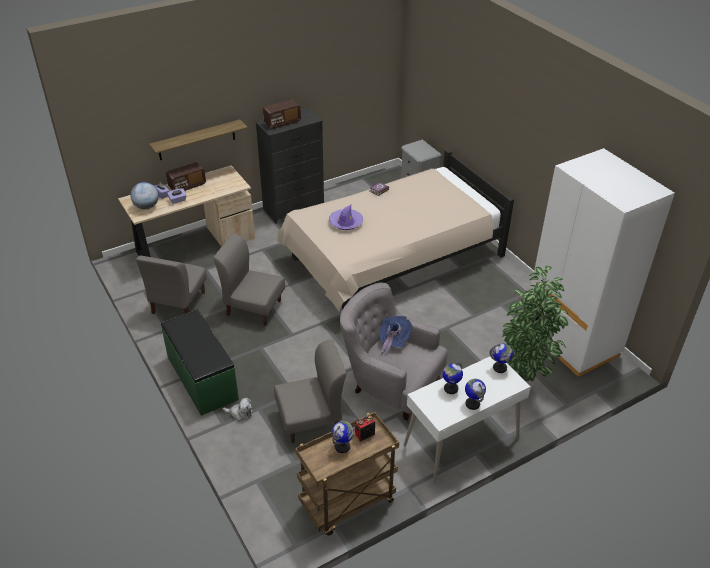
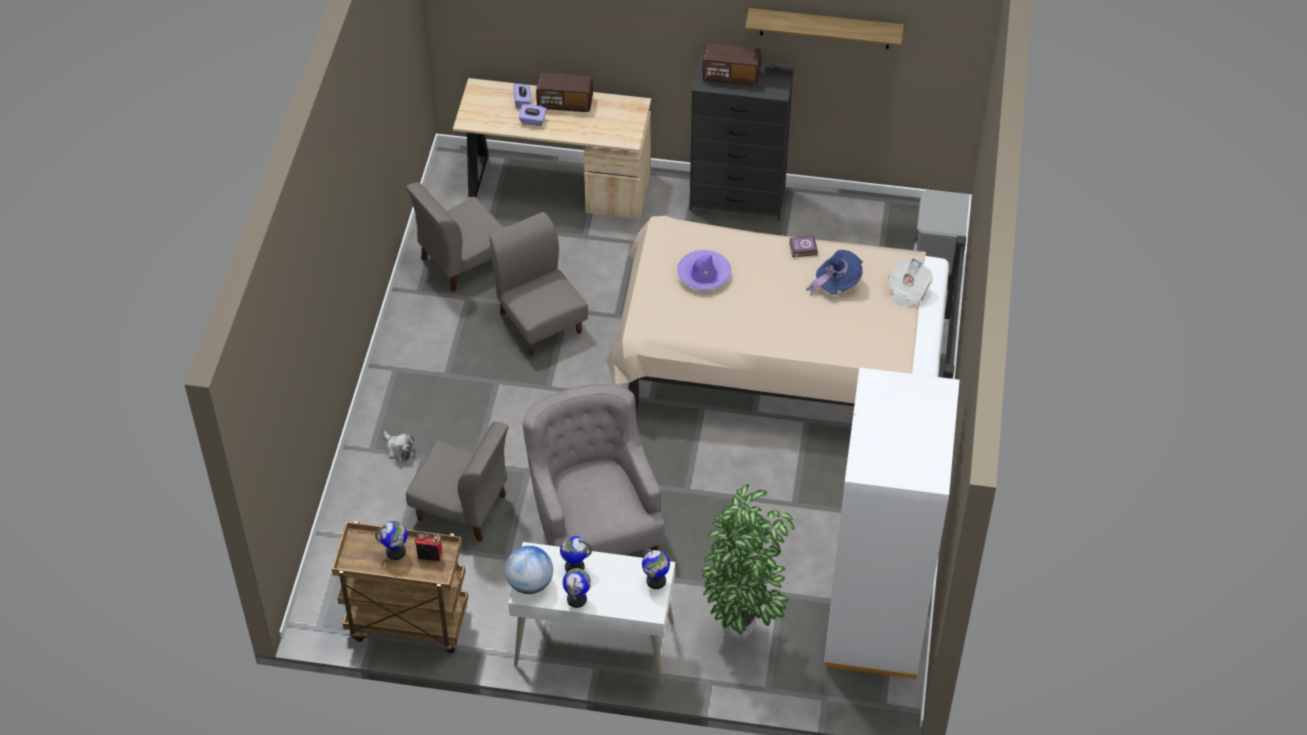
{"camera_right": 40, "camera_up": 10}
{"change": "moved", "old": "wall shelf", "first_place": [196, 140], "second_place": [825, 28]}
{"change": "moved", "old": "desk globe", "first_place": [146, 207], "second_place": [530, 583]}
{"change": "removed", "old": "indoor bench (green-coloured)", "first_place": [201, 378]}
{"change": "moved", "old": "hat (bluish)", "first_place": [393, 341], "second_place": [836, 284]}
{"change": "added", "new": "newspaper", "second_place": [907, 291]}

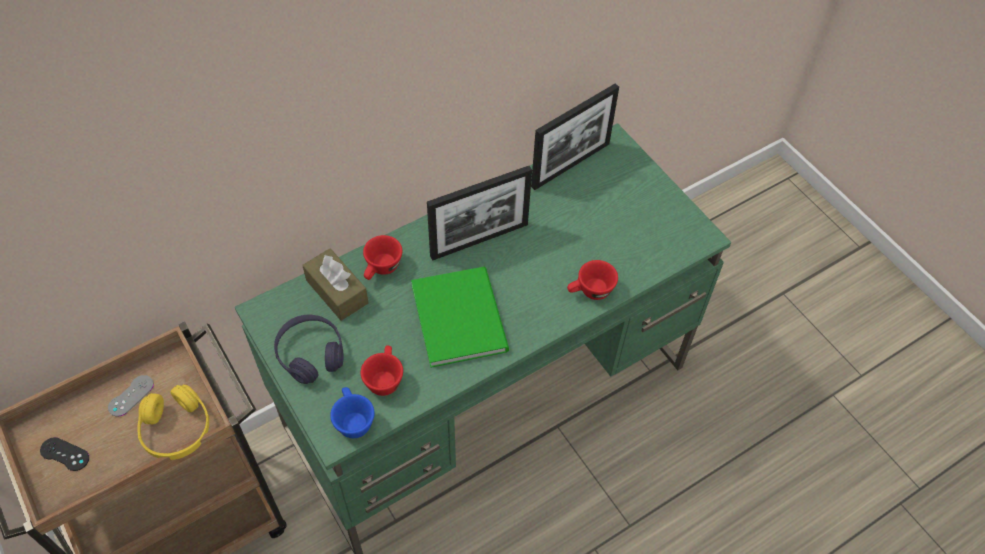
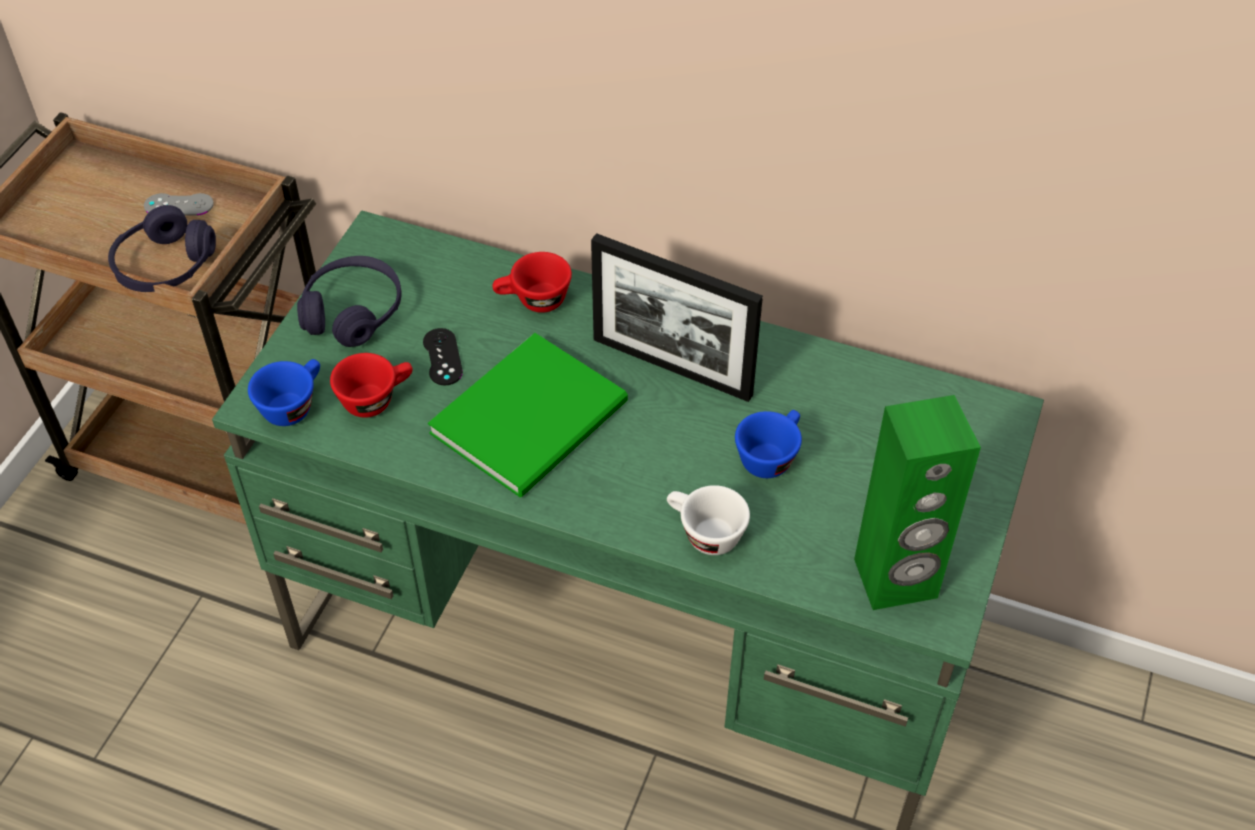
{"camera_right": 55, "camera_up": -5}
{"change": "removed", "old": "standing frame", "first_place": [570, 165]}
{"change": "removed", "old": "tissue box (brownish)", "first_place": [337, 291]}
{"change": "recoloured", "old": "small cup (red-coloured)", "new": "small cup (white-coloured)", "first_place": [590, 291], "second_place": [704, 533]}
{"change": "recoloured", "old": "pair of headphones (yellow-coloured)", "new": "pair of headphones (purplish)", "first_place": [176, 429], "second_place": [165, 266]}
{"change": "moved", "old": "game controller (blackish)", "first_place": [65, 454], "second_place": [442, 357]}
{"change": "added", "new": "audio speaker (green-coloured)", "second_place": [896, 579]}
{"change": "added", "new": "small cup (bluish)", "second_place": [770, 455]}

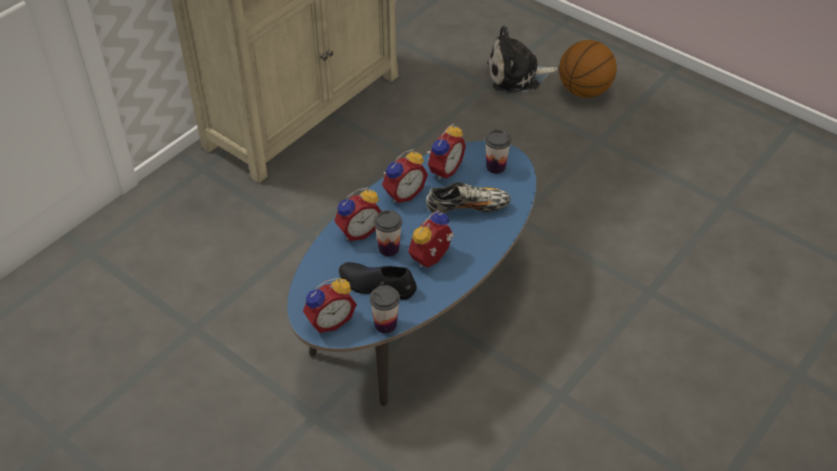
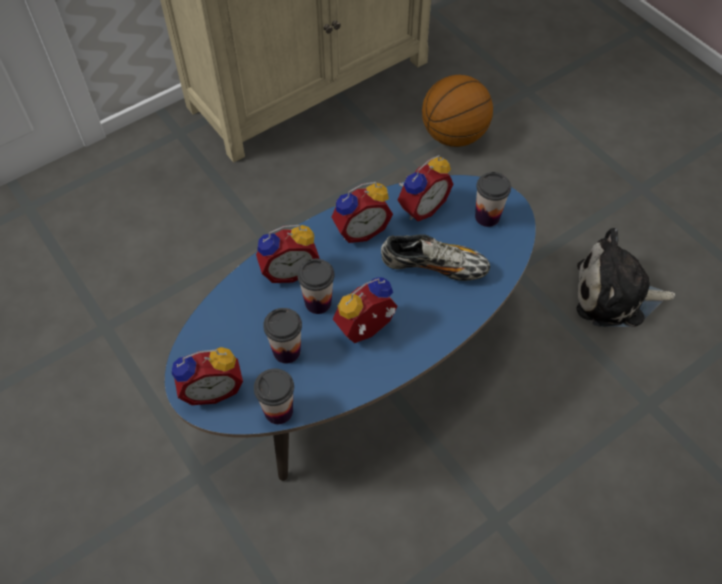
{"camera_right": 15, "camera_up": 10}
{"change": "moved", "old": "plush toy", "first_place": [517, 76], "second_place": [615, 295]}
{"change": "moved", "old": "basketball", "first_place": [584, 91], "second_place": [454, 135]}
{"change": "replaced", "old": "item of footwear (blackish)", "new": "small cup", "first_place": [377, 285], "second_place": [286, 351]}

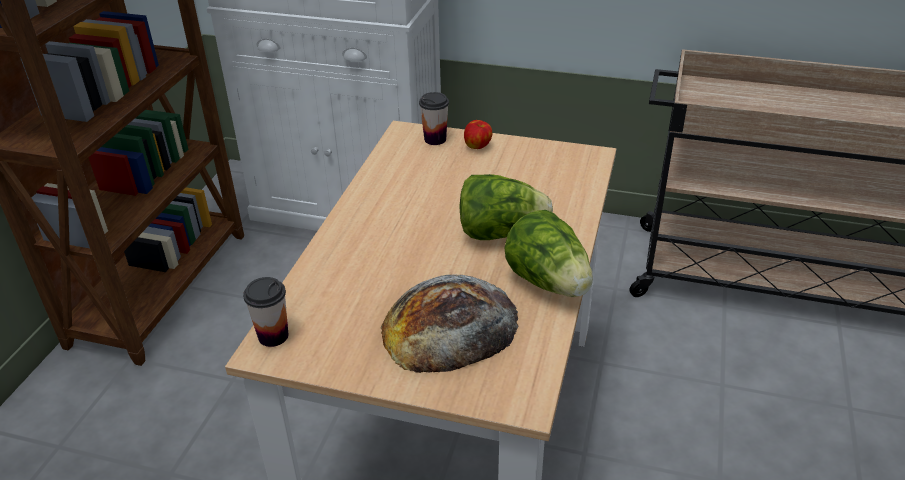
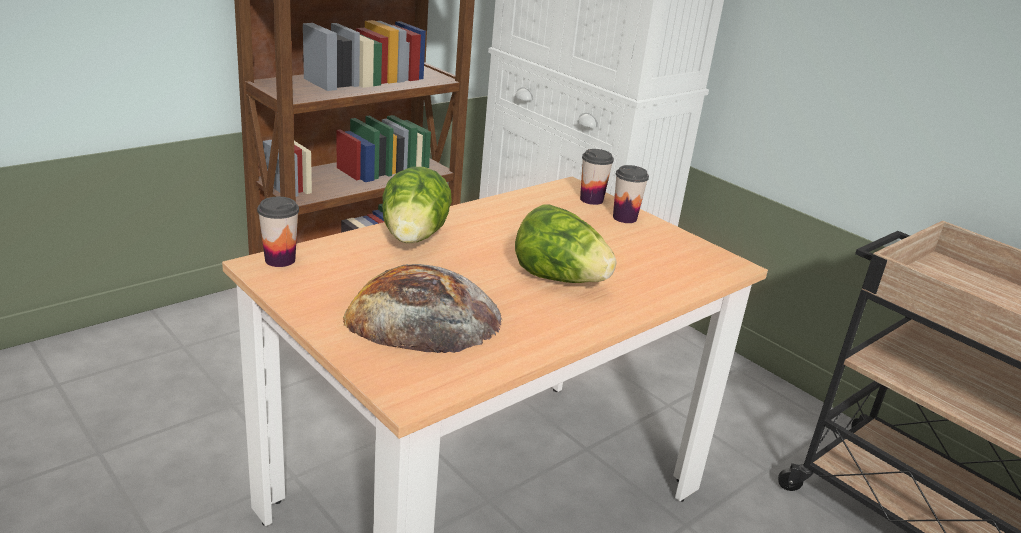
{"camera_right": 30, "camera_up": -10}
{"change": "replaced", "old": "whole apple", "new": "small cup", "first_place": [478, 146], "second_place": [624, 218]}
{"change": "moved", "old": "lettuce", "first_place": [549, 282], "second_place": [414, 238]}

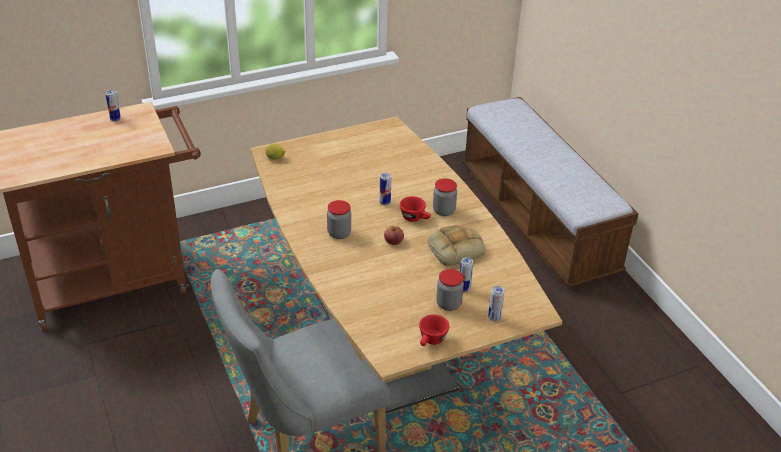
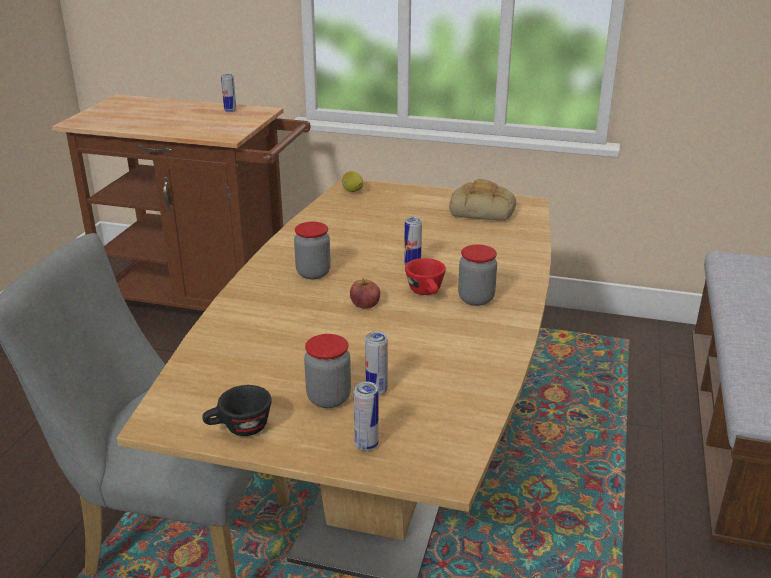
{"camera_right": 40, "camera_up": -10}
{"change": "moved", "old": "bread", "first_place": [456, 249], "second_place": [483, 210]}
{"change": "recoloured", "old": "small cup (red-coloured)", "new": "small cup (blackish)", "first_place": [431, 341], "second_place": [239, 429]}

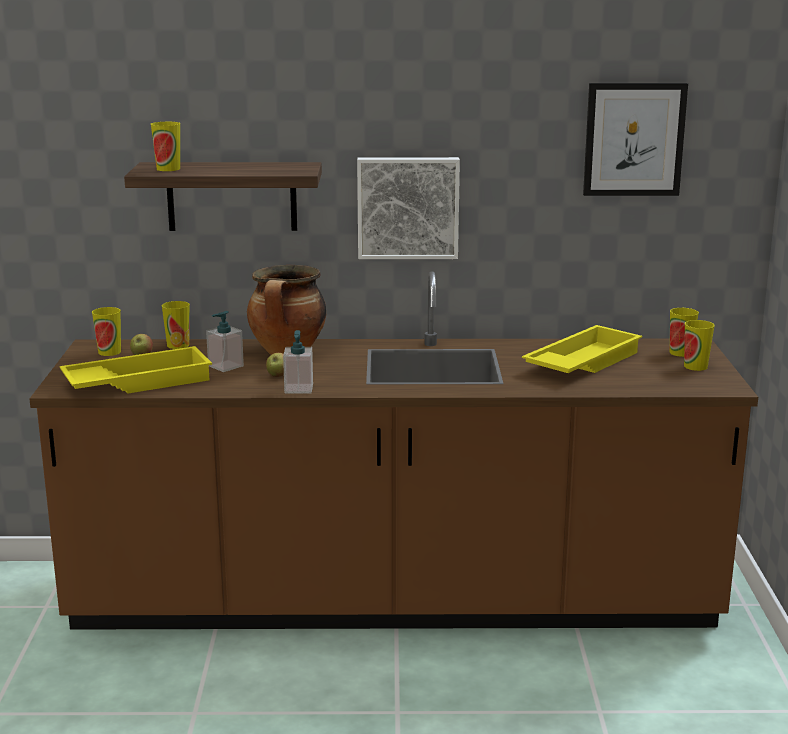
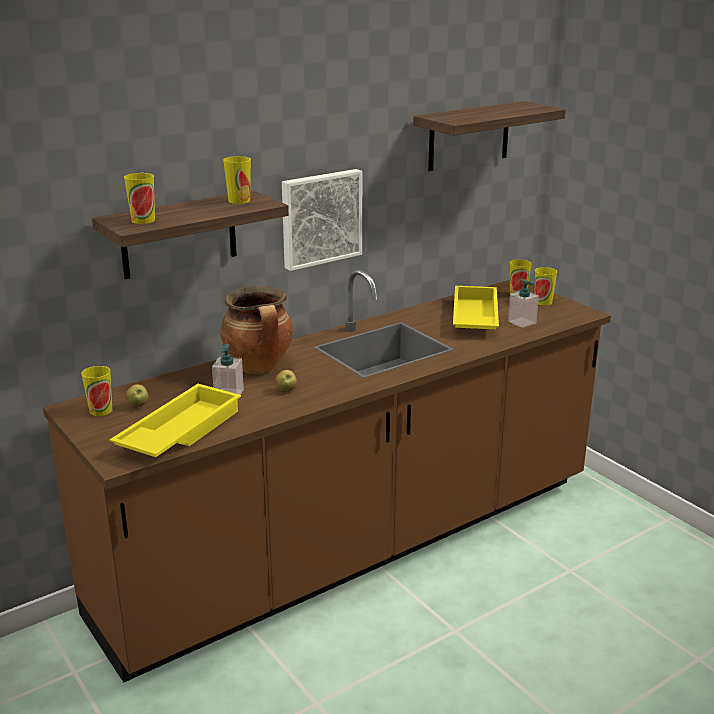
{"camera_right": -35, "camera_up": 5}
{"change": "replaced", "old": "wall art", "new": "wall shelf", "first_place": [634, 139], "second_place": [469, 136]}
{"change": "moved", "old": "small cup", "first_place": [178, 345], "second_place": [239, 200]}
{"change": "moved", "old": "soap bottle", "first_place": [298, 389], "second_place": [522, 322]}

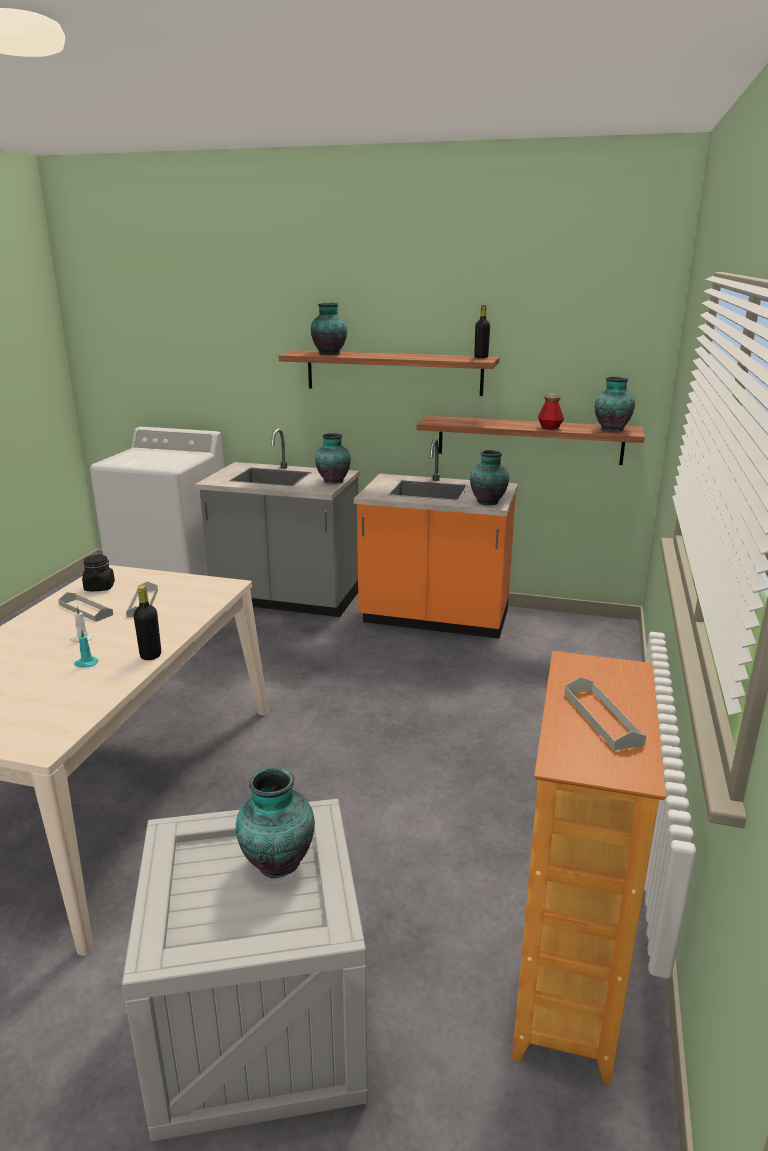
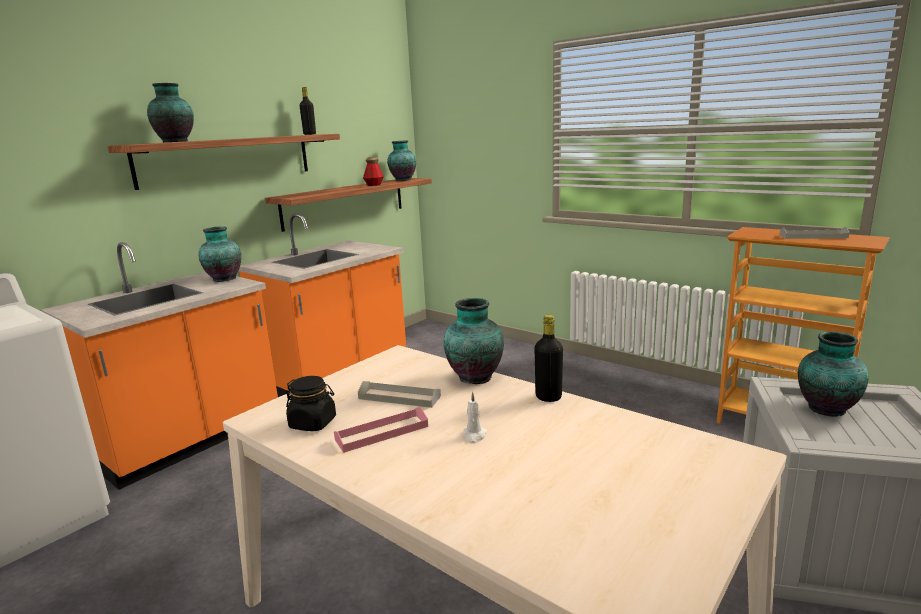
{"camera_right": -65, "camera_up": -5}
{"change": "recoloured", "old": "kitchen counter (gray)", "new": "kitchen counter (orange)", "first_place": [286, 600], "second_place": [189, 441]}
{"change": "moved", "old": "decorative vase", "first_place": [488, 502], "second_place": [474, 377]}
{"change": "recoloured", "old": "serving tray (gray)", "new": "serving tray (pink-coloured)", "first_place": [86, 610], "second_place": [382, 433]}
{"change": "removed", "old": "wax light (blue-green)", "first_place": [86, 663]}

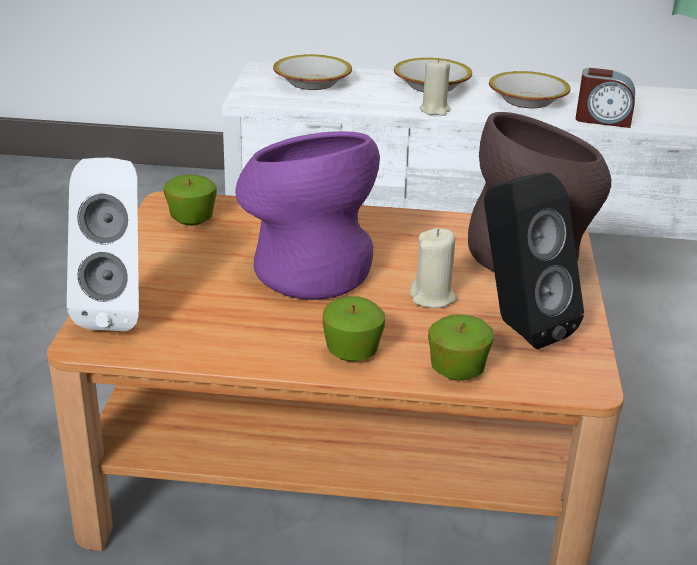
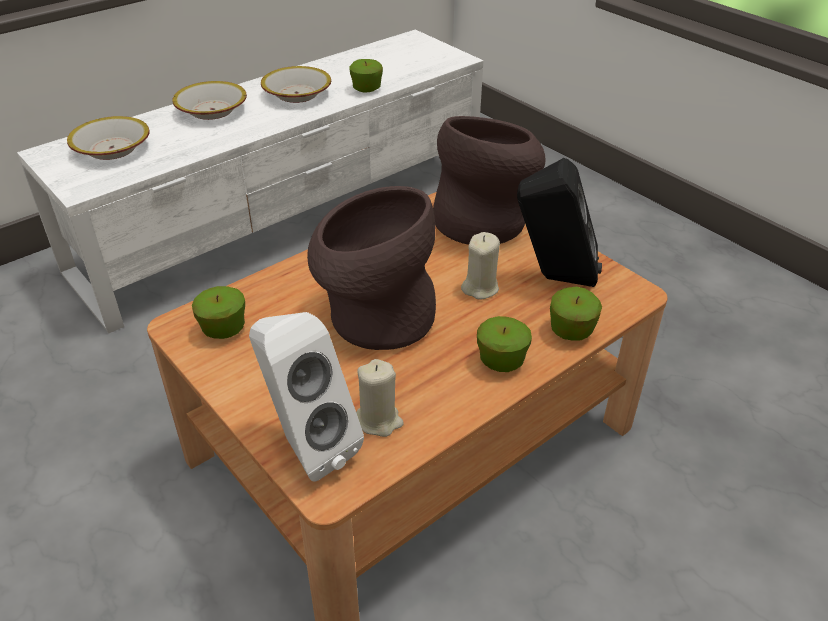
{"camera_right": -45, "camera_up": 10}
{"change": "moved", "old": "wax light (sand-coloured)", "first_place": [435, 110], "second_place": [379, 420]}
{"change": "replaced", "old": "table clock", "new": "whole apple", "first_place": [603, 119], "second_place": [366, 89]}
{"change": "recoloured", "old": "decorative vase (purplish)", "new": "decorative vase (brownish)", "first_place": [306, 268], "second_place": [373, 317]}

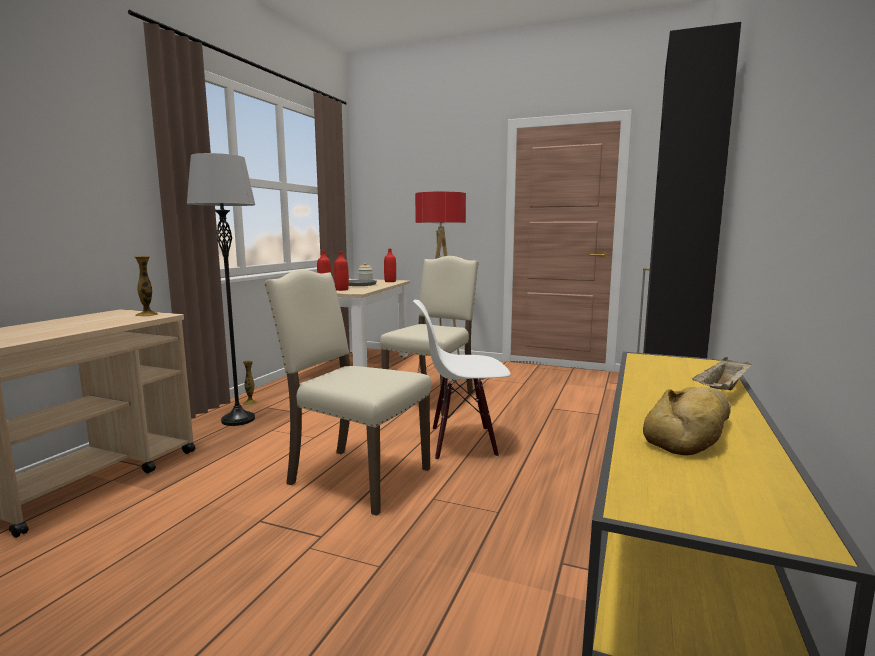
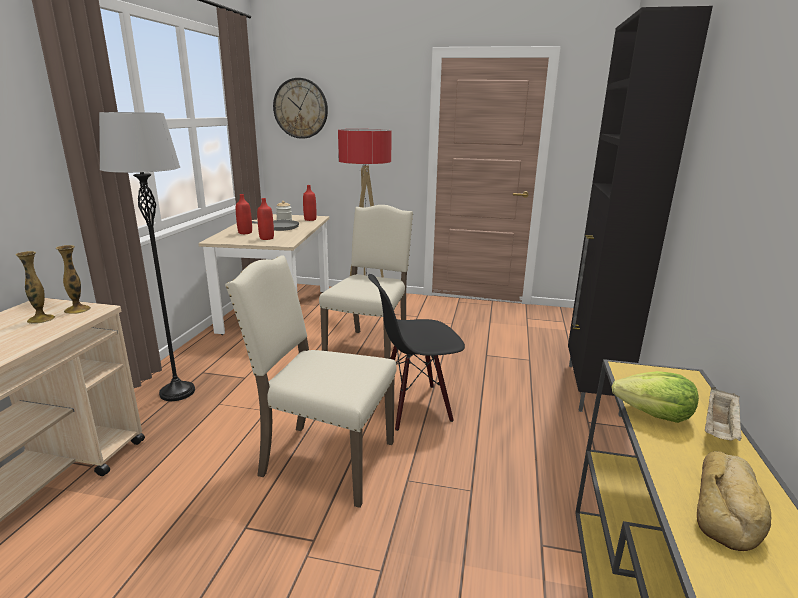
{"camera_right": -10, "camera_up": 10}
{"change": "recoloured", "old": "chair (white-coloured)", "new": "chair (blackish)", "first_place": [462, 442], "second_place": [415, 406]}
{"change": "moved", "old": "decorative vase", "first_place": [250, 403], "second_place": [41, 319]}
{"change": "added", "new": "hanging clock", "second_place": [300, 108]}
{"change": "added", "new": "lettuce", "second_place": [654, 414]}

